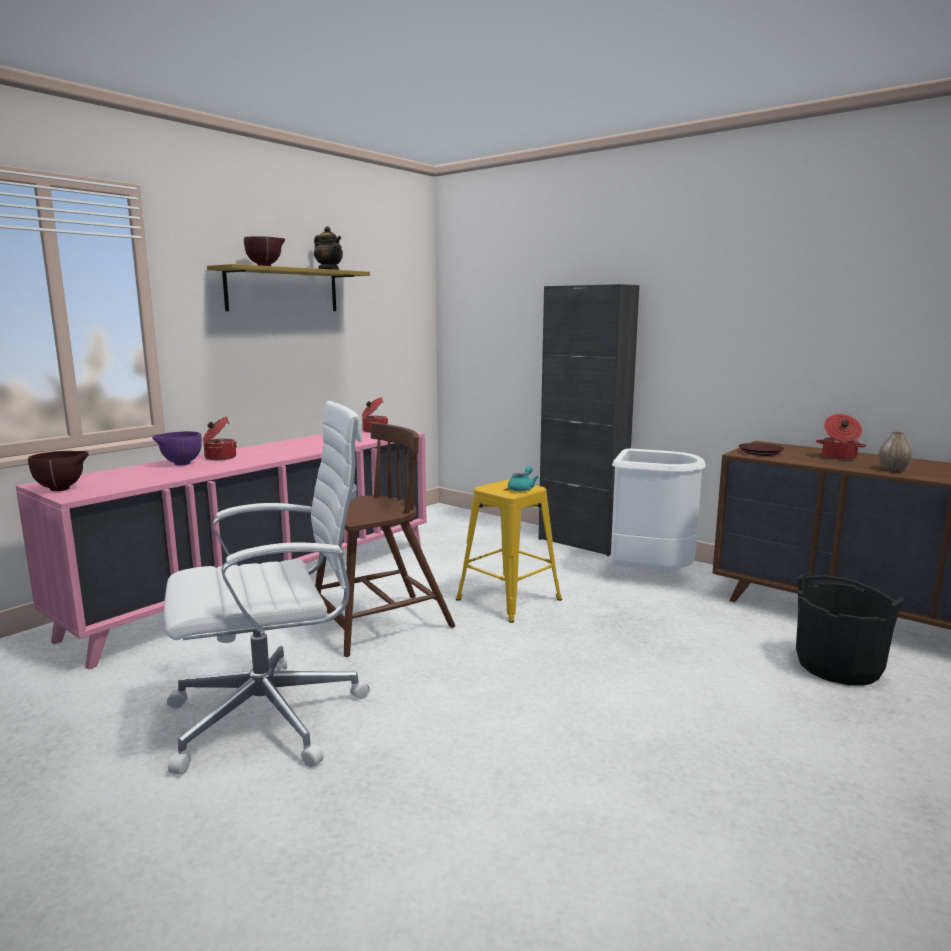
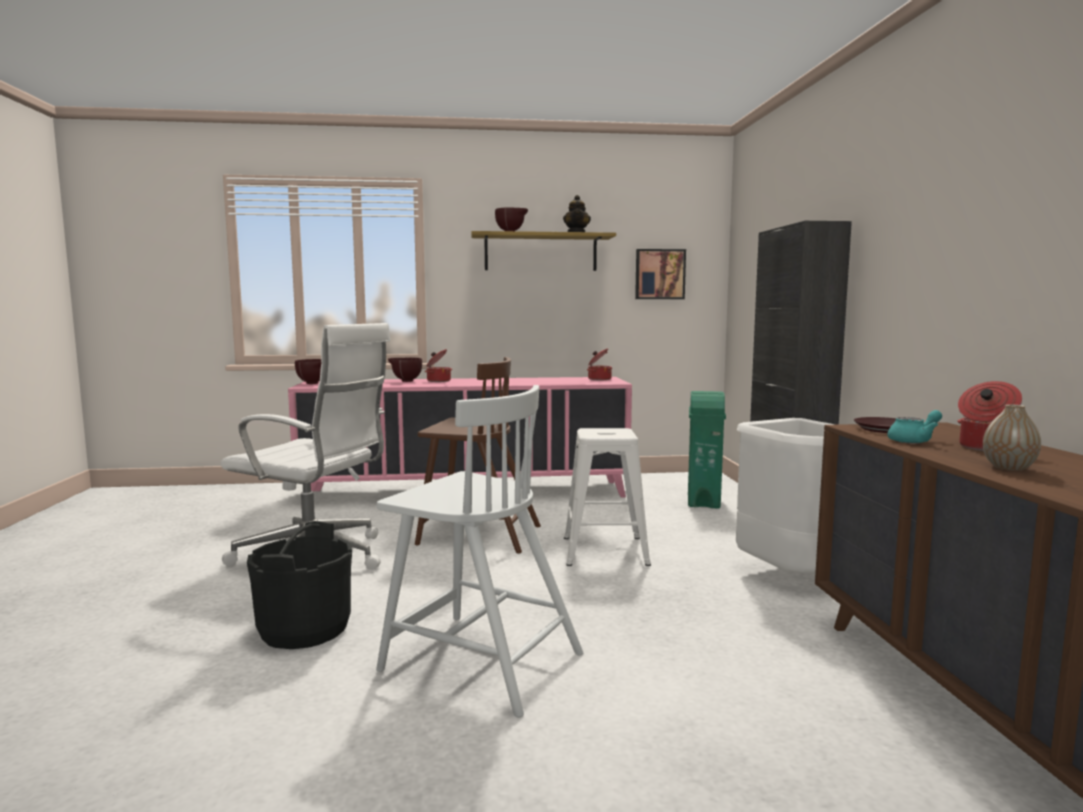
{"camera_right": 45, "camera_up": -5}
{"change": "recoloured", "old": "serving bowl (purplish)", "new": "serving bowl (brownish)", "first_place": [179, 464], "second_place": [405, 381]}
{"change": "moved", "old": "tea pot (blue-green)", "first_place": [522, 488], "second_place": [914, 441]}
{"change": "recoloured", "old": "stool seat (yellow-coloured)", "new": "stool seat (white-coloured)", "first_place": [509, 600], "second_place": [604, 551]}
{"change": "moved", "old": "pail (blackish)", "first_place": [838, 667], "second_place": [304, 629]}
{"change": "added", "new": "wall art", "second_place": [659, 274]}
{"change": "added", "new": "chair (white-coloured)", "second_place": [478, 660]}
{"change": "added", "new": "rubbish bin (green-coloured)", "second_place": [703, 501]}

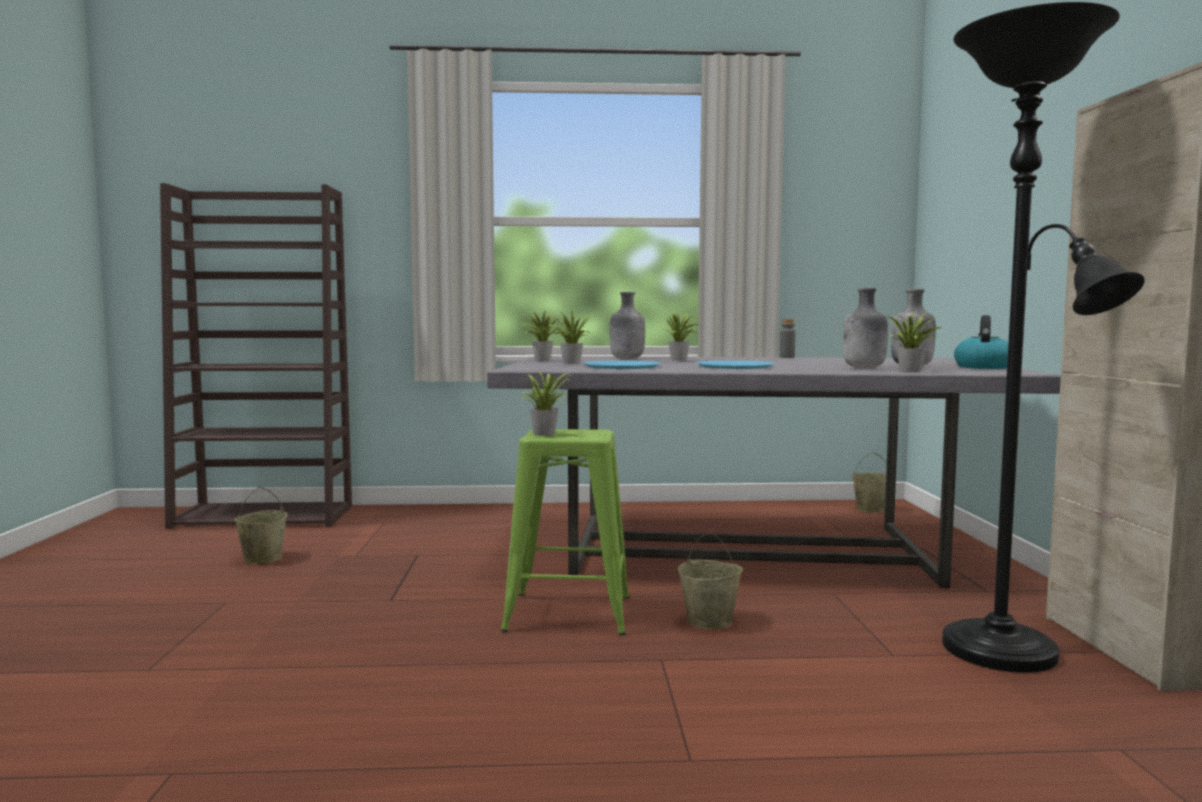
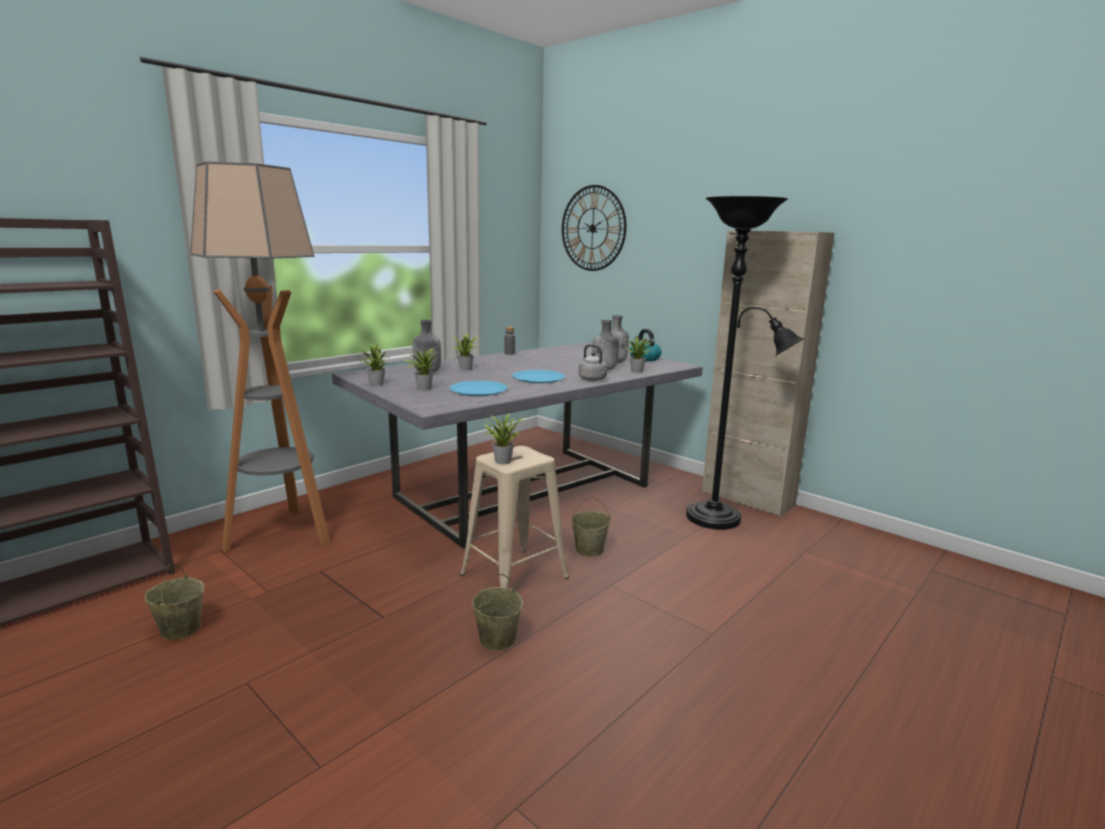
{"camera_right": -45, "camera_up": 10}
{"change": "recoloured", "old": "stool seat (green-coloured)", "new": "stool seat (sand-coloured)", "first_place": [570, 614], "second_place": [515, 576]}
{"change": "moved", "old": "pail (sand-coloured)", "first_place": [871, 509], "second_place": [496, 639]}
{"change": "added", "new": "standard lamp", "second_place": [283, 534]}
{"change": "added", "new": "hanging clock", "second_place": [593, 228]}
{"change": "added", "new": "tea kettle (gray)", "second_place": [593, 379]}

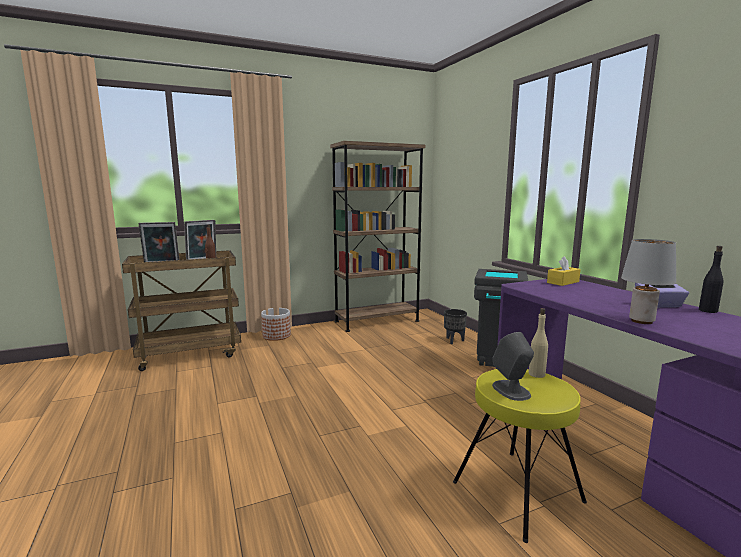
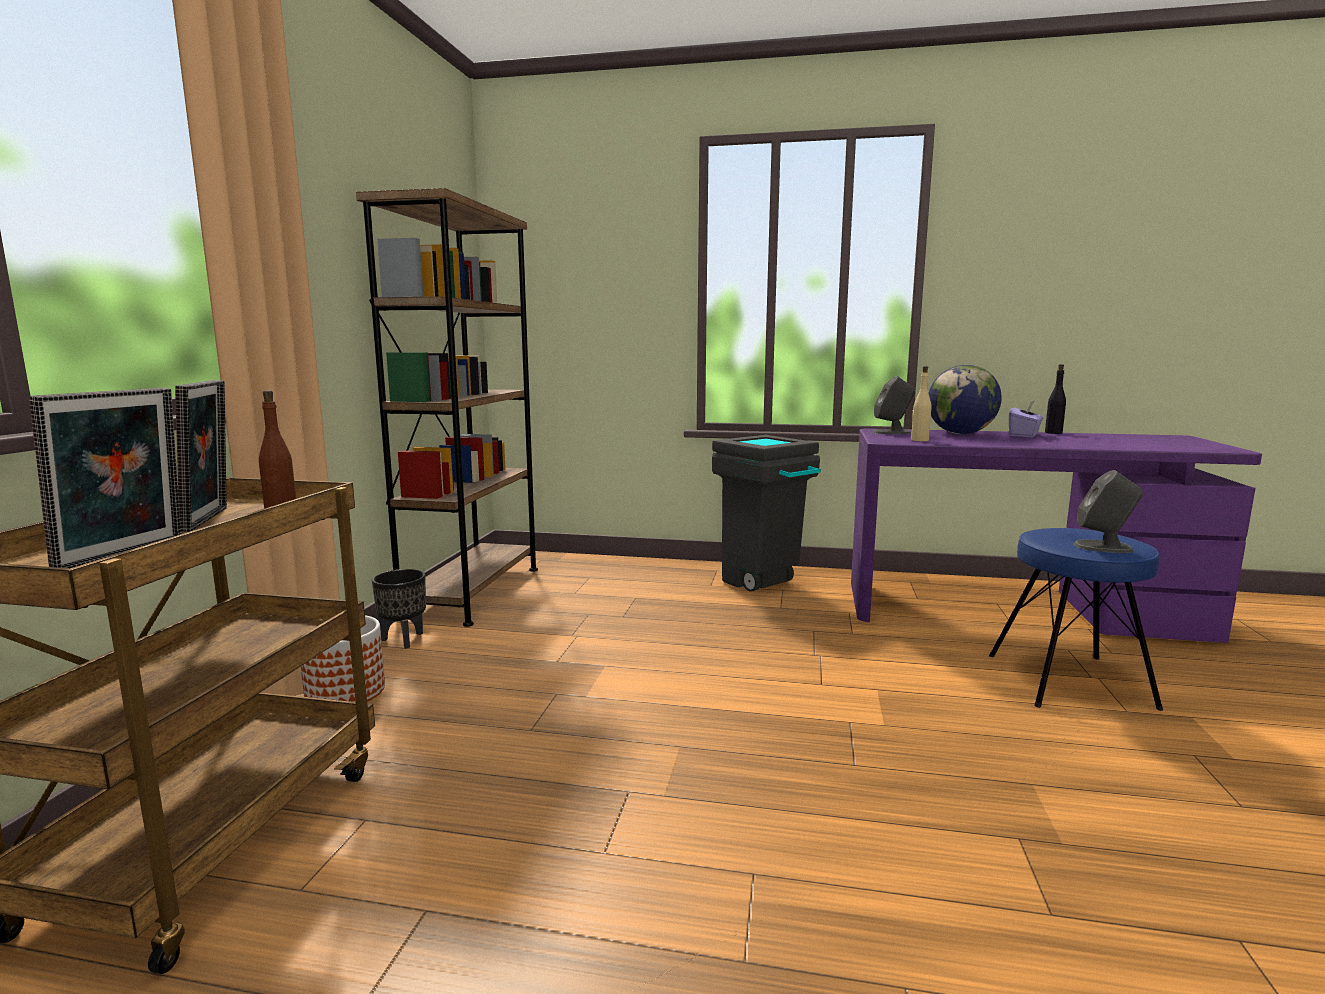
{"camera_right": -55, "camera_up": 0}
{"change": "removed", "old": "table lamp (gray)", "first_place": [642, 321]}
{"change": "replaced", "old": "tissue box (yellow-coloured)", "new": "audio speaker (gray)", "first_place": [563, 282], "second_place": [892, 432]}
{"change": "moved", "old": "drink bottle (sand-coloured)", "first_place": [536, 374], "second_place": [919, 440]}
{"change": "moved", "old": "planter (blackish)", "first_place": [454, 341], "second_place": [404, 640]}
{"change": "recoloured", "old": "stool seat (yellow-coloured)", "new": "stool seat (bluish)", "first_place": [516, 491], "second_place": [1068, 681]}
{"change": "added", "new": "desk globe", "second_place": [960, 433]}

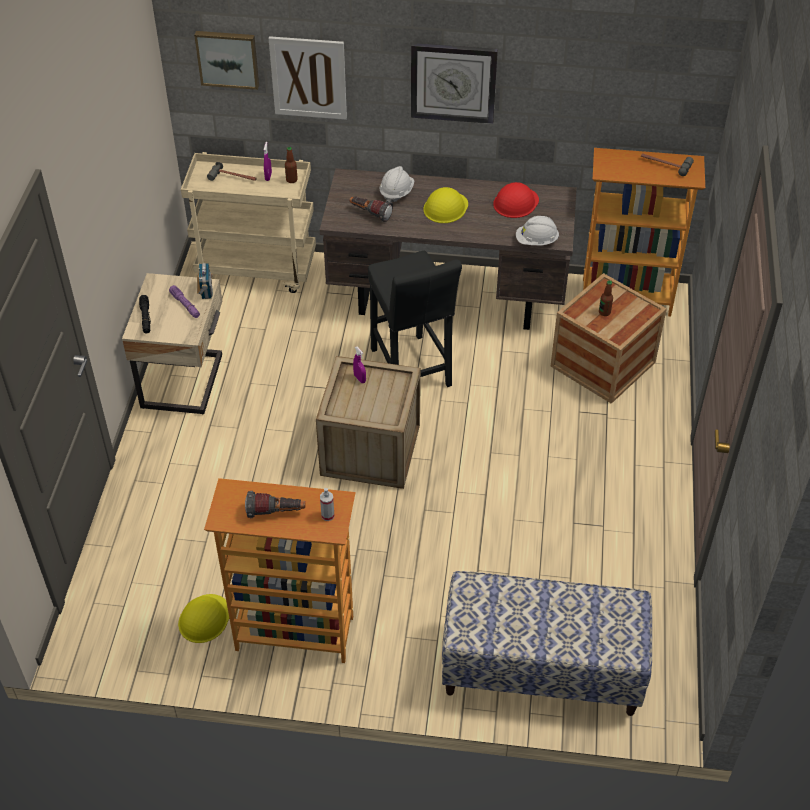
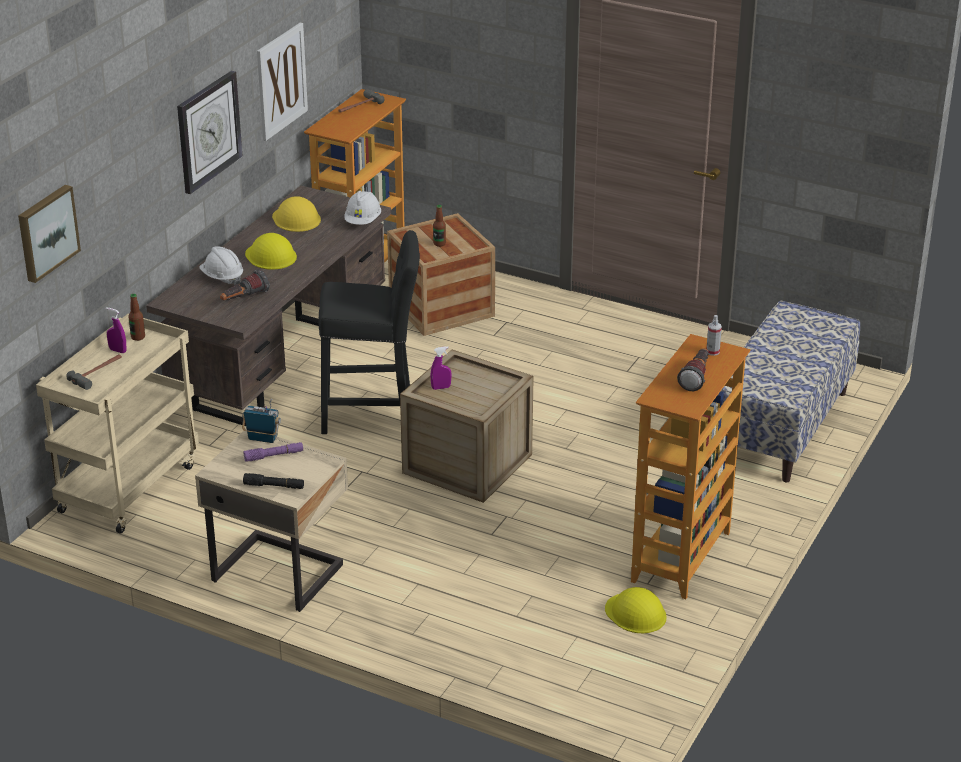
{"camera_right": -70, "camera_up": -15}
{"change": "moved", "old": "wall art", "first_place": [308, 77], "second_place": [281, 81]}
{"change": "recoloured", "old": "safety helmet (red-coloured)", "new": "safety helmet (yellow-coloured)", "first_place": [515, 202], "second_place": [296, 219]}

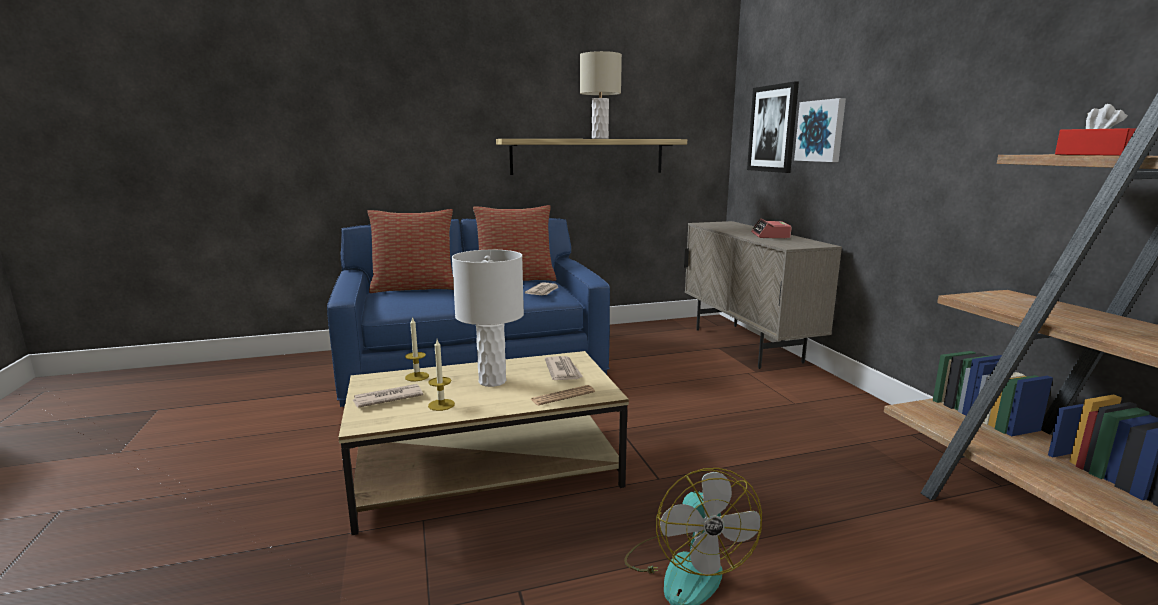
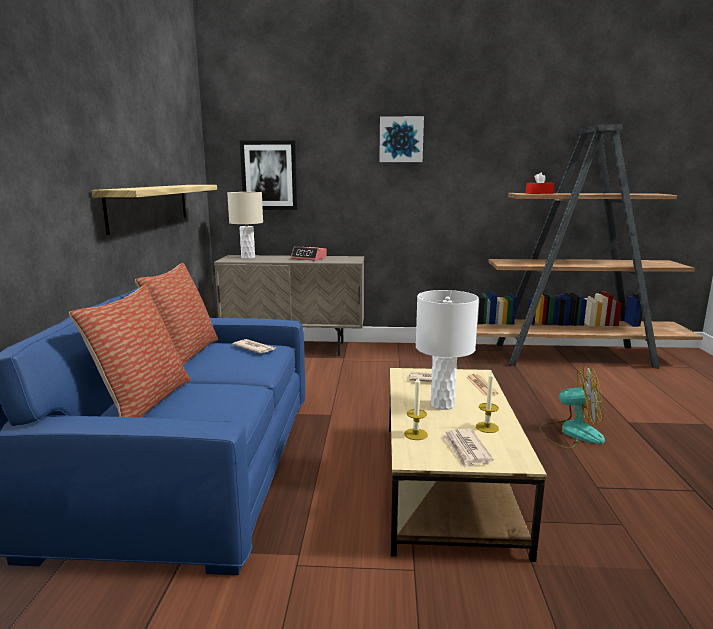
{"camera_right": -70, "camera_up": 0}
{"change": "moved", "old": "table lamp (sand-coloured)", "first_place": [600, 138], "second_place": [248, 257]}
{"change": "moved", "old": "wall art", "first_place": [821, 131], "second_place": [401, 139]}

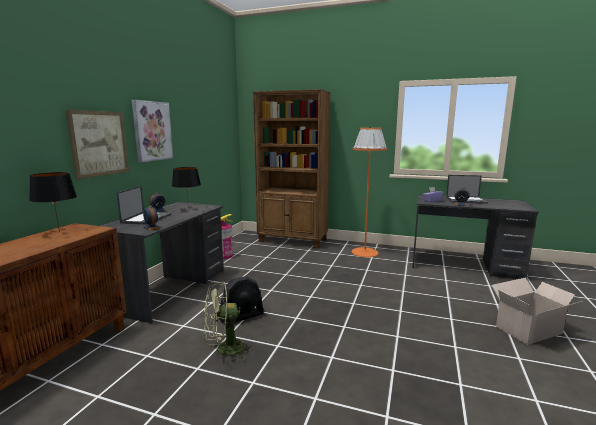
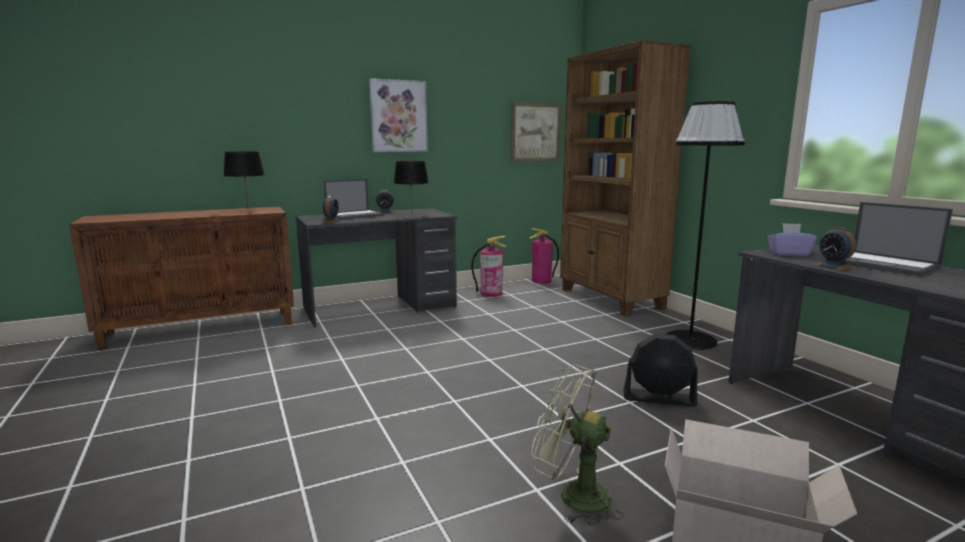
{"camera_right": 45, "camera_up": 0}
{"change": "moved", "old": "wall art", "first_place": [99, 143], "second_place": [535, 132]}
{"change": "recoloured", "old": "standard lamp (orange)", "new": "standard lamp (blackish)", "first_place": [364, 252], "second_place": [689, 340]}
{"change": "moved", "old": "cooling fan (blackish)", "first_place": [241, 316], "second_place": [659, 398]}
{"change": "moved", "old": "cooling fan (green-coloured)", "first_place": [224, 350], "second_place": [573, 495]}
{"change": "added", "new": "extinguisher", "second_place": [541, 281]}

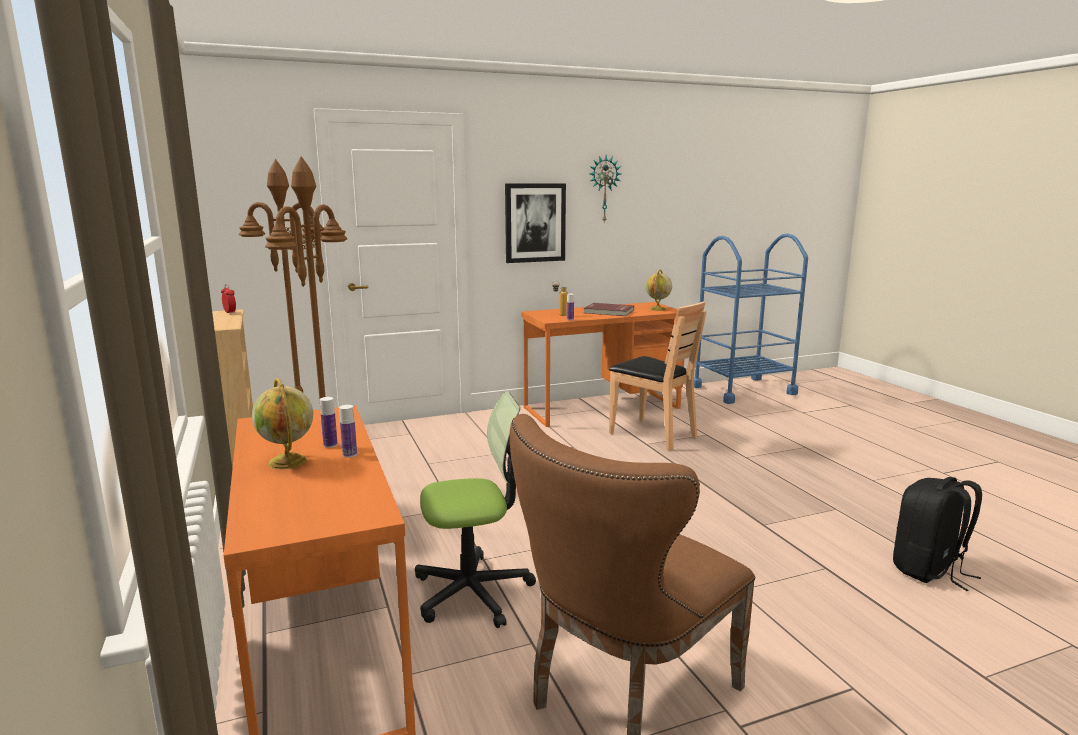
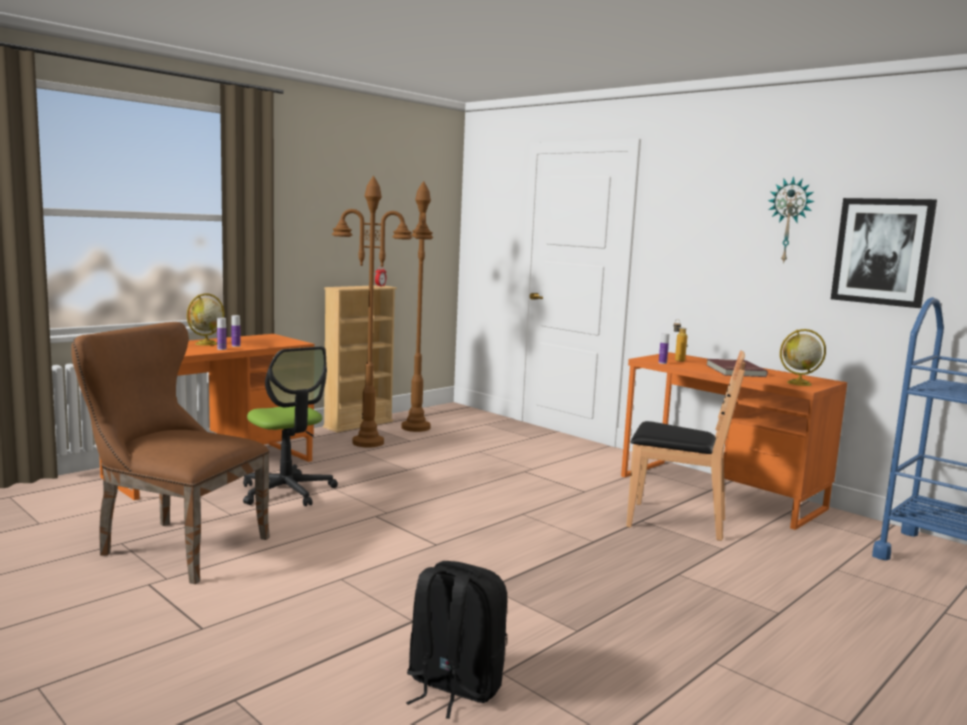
{"camera_right": 65, "camera_up": -5}
{"change": "moved", "old": "wall art", "first_place": [535, 222], "second_place": [882, 251]}
{"change": "turned", "old": "chair (brownish)", "first_place": [652, 434], "second_place": [675, 521], "degrees": -90}

